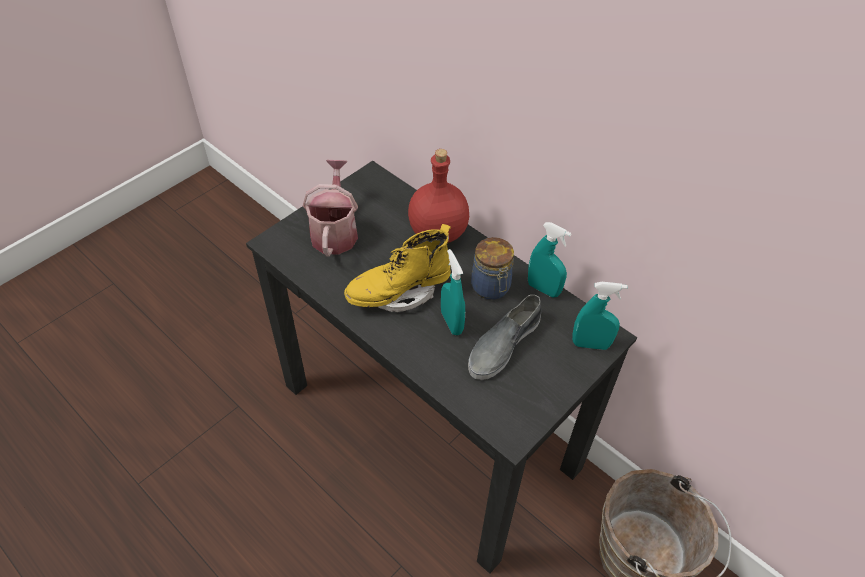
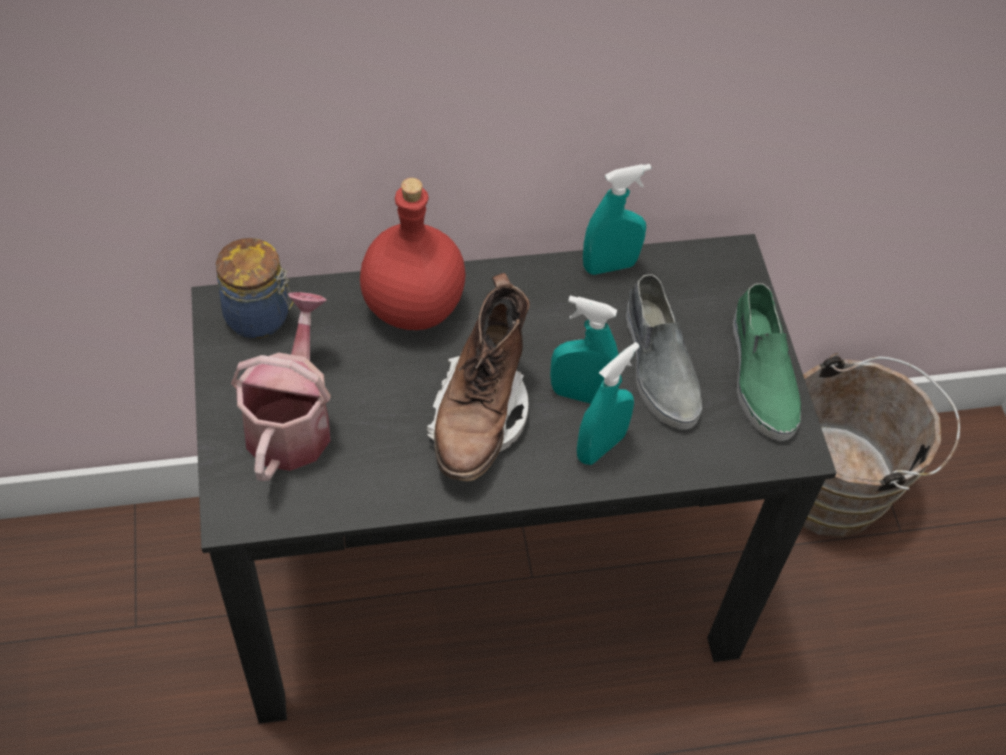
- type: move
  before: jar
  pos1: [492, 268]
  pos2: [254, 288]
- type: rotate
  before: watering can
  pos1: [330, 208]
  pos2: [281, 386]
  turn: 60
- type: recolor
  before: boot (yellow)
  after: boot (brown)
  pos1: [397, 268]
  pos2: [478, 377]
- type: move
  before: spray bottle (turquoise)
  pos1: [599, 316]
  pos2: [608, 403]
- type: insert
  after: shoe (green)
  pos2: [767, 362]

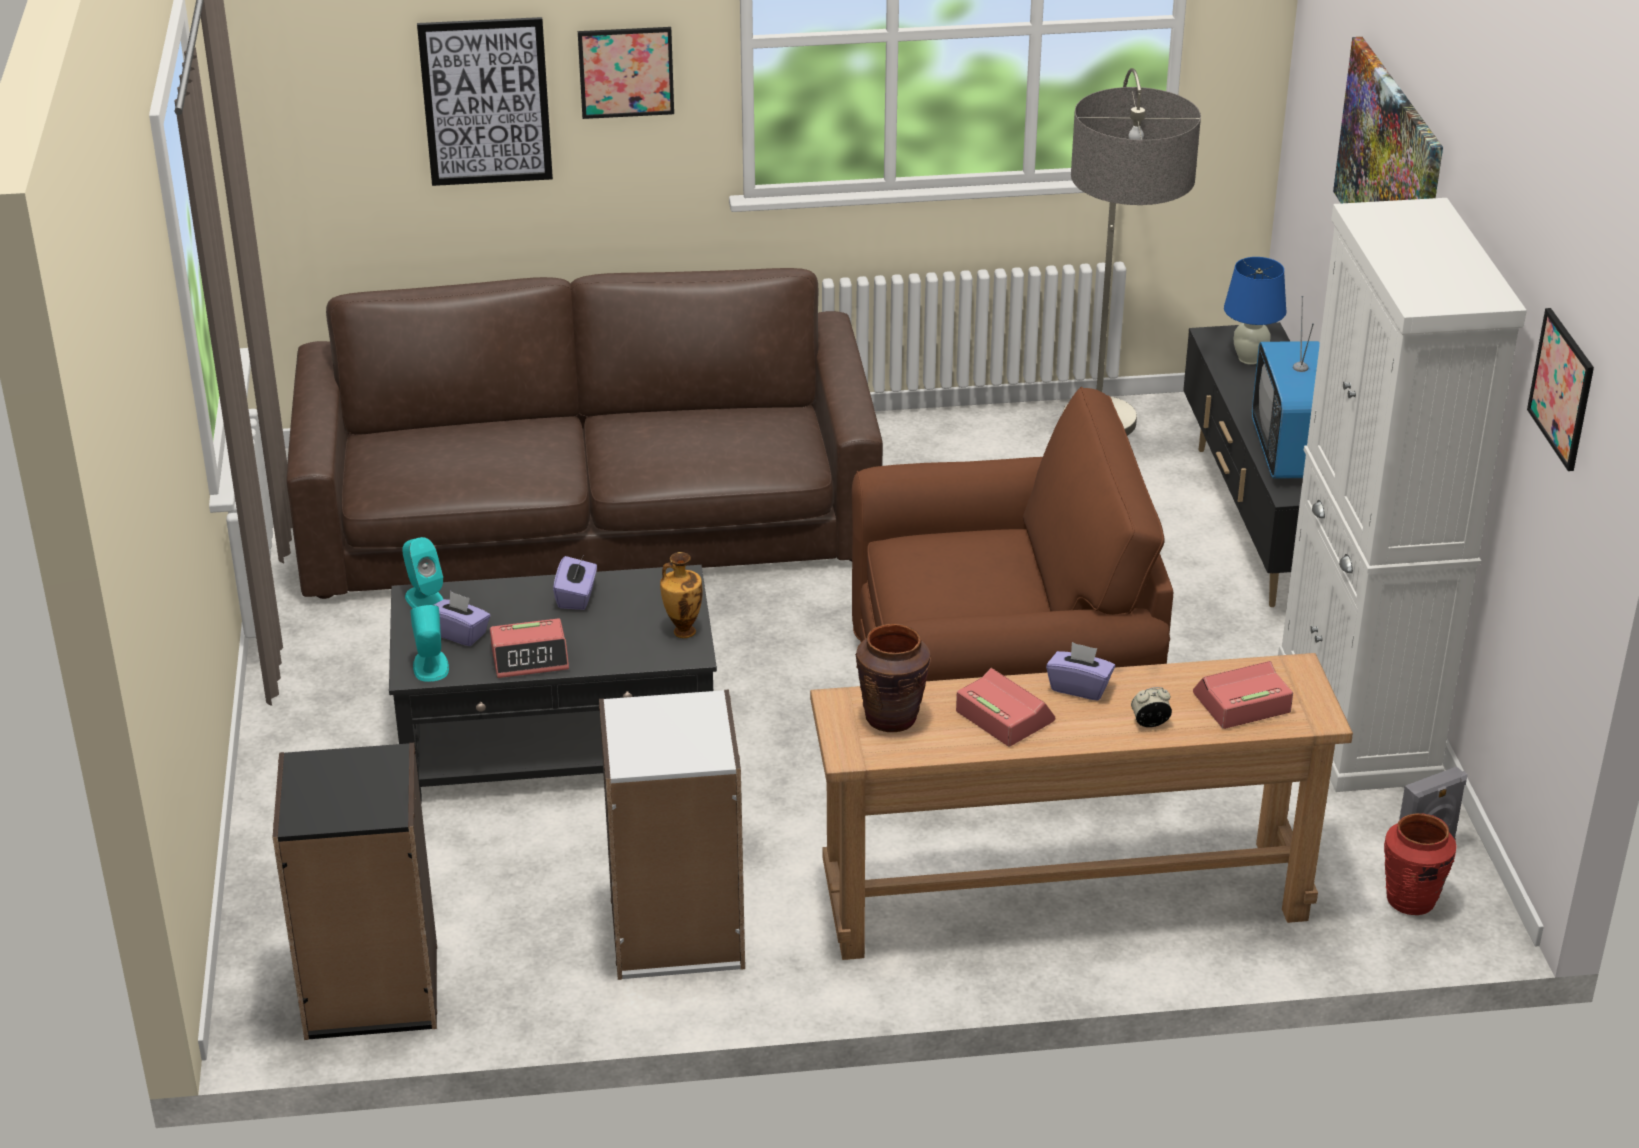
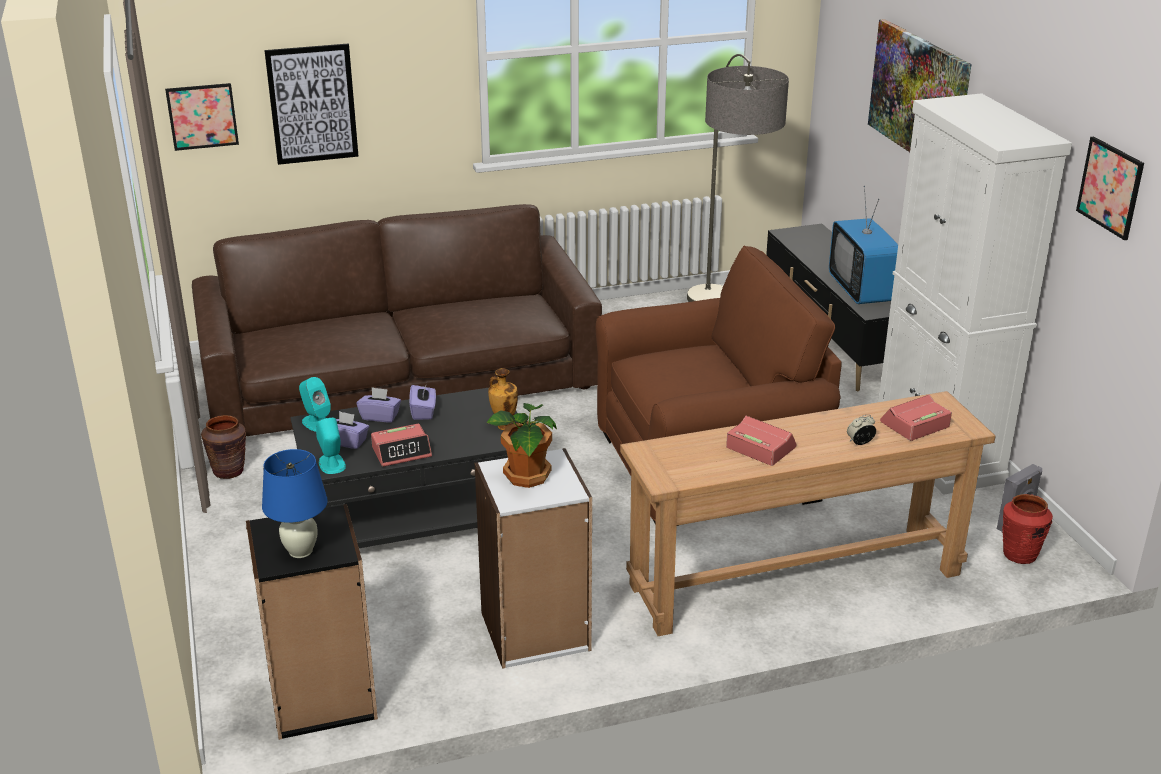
- type: move
  before: picture
  pos1: [626, 73]
  pos2: [202, 117]
- type: move
  before: vase (brown)
  pos1: [893, 678]
  pos2: [223, 447]
- type: move
  before: table lamp (blue)
  pos1: [1255, 311]
  pos2: [295, 503]
- type: move
  before: tissue box (purple)
  pos1: [1080, 671]
  pos2: [378, 405]
- type: insert
  after: potted plant
  pos2: [521, 445]

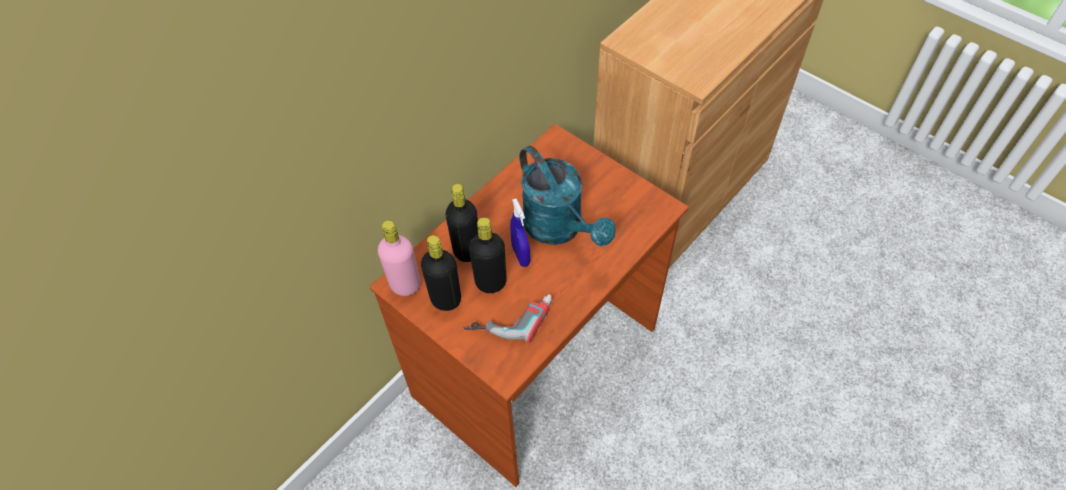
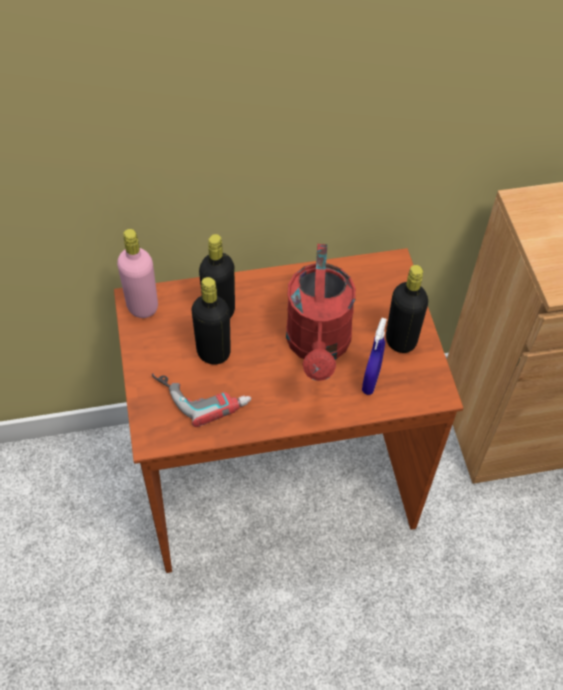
- type: recolor
  before: watering can (turquoise)
  after: watering can (red)
  pos1: [567, 196]
  pos2: [321, 312]
- type: move
  before: spray bottle (blue)
  pos1: [520, 232]
  pos2: [374, 356]
- type: move
  before: bottle (black)
  pos1: [441, 273]
  pos2: [407, 309]

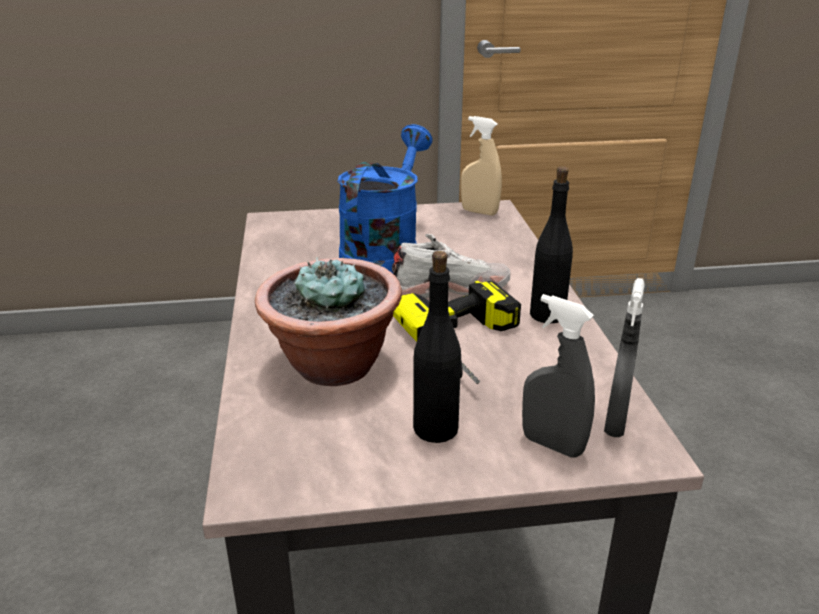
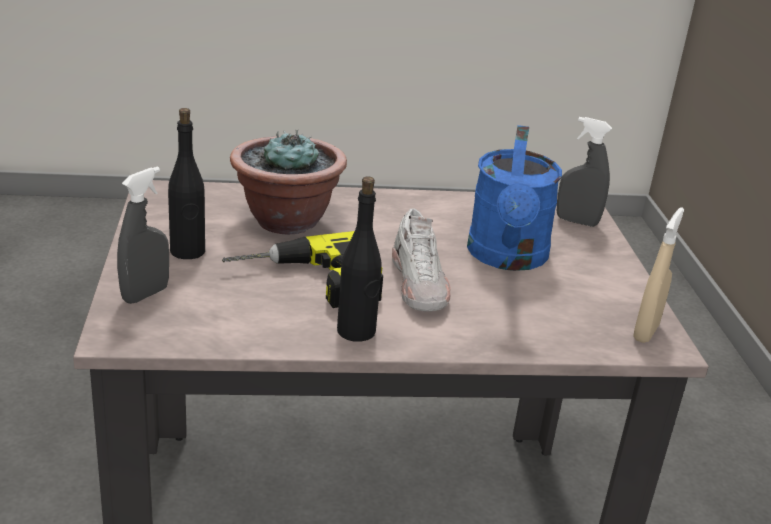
- type: rotate
  before: watering can (blue)
  pos1: [385, 198]
  pos2: [514, 198]
  turn: 75
- type: move
  before: spray bottle (grey)
  pos1: [624, 357]
  pos2: [584, 172]

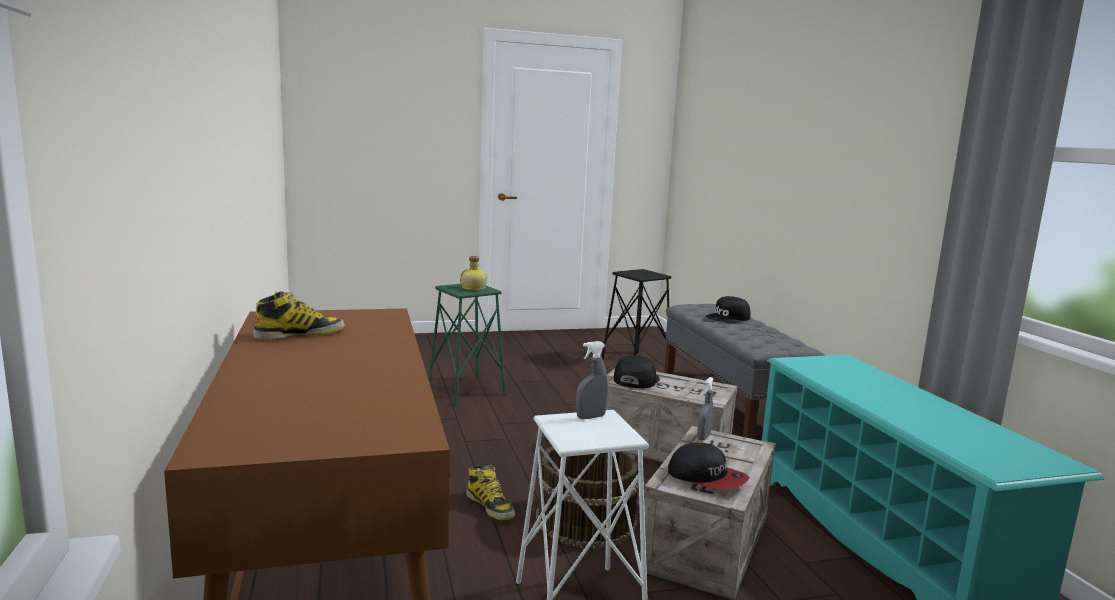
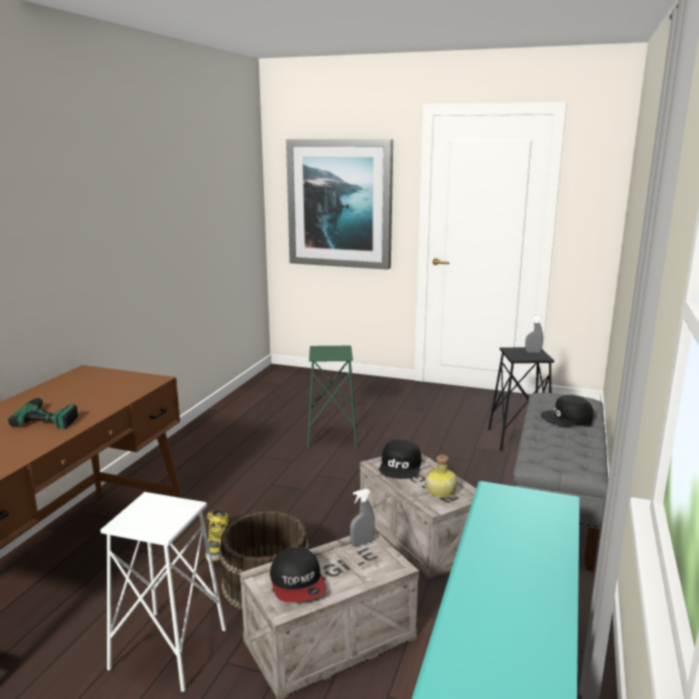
- type: insert
  after: power drill
  pos2: [43, 412]
- type: insert
  after: picture
  pos2: [339, 204]
- type: rotate
  before: cap (black)
  pos1: [637, 372]
  pos2: [400, 459]
  turn: 135
- type: move
  before: bottle
  pos1: [473, 273]
  pos2: [441, 476]
- type: move
  before: spray bottle (grey)
  pos1: [592, 380]
  pos2: [534, 334]
- type: delete
  before: boot
  pos1: [299, 315]

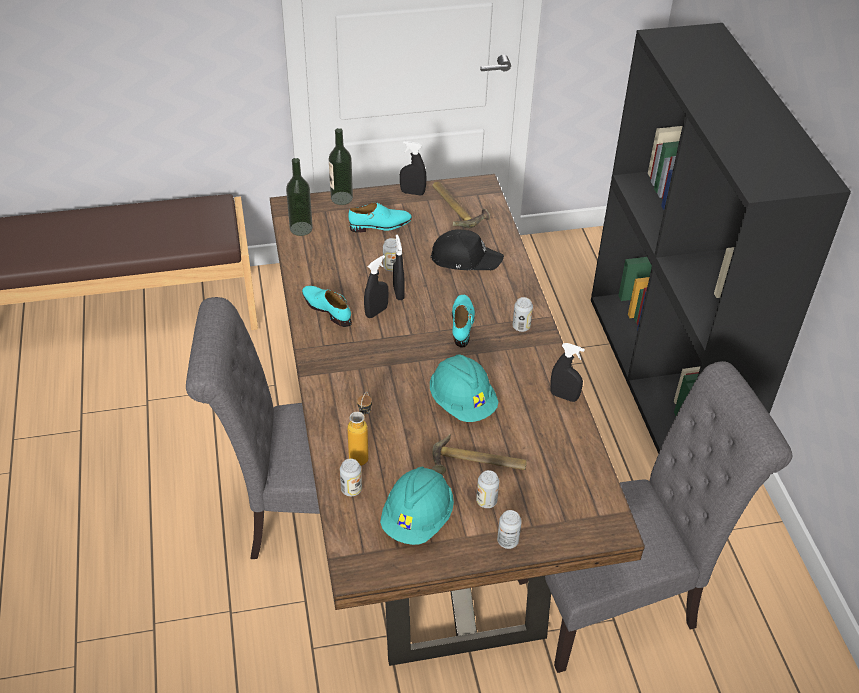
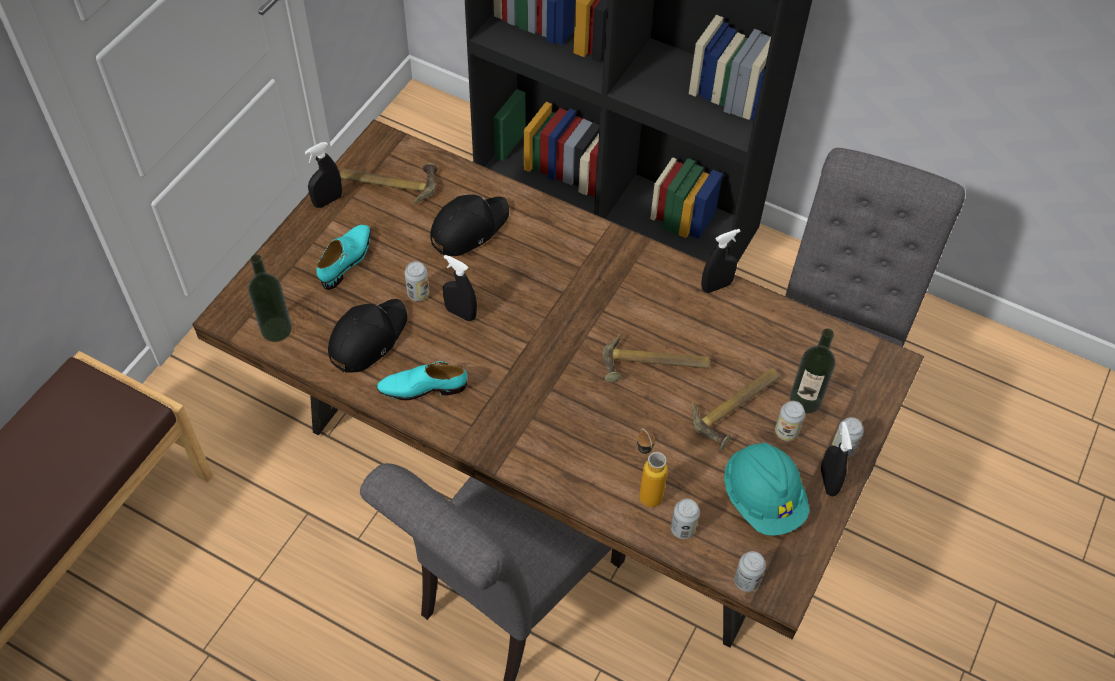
- type: insert
  after: cap (black)
  pos2: [367, 336]
- type: replace
  before: hard hat (turquoise)
  after: hammer
  pos1: [464, 388]
  pos2: [656, 358]
- type: move
  before: can
  pos1: [523, 314]
  pos2: [750, 571]
- type: move
  before: bottle
  pos1: [341, 166]
  pos2: [812, 371]
- type: move
  before: spray bottle (black)
  pos1: [376, 286]
  pos2: [836, 459]
- type: delete
  before: shoe (turquoise)
  pos1: [463, 321]

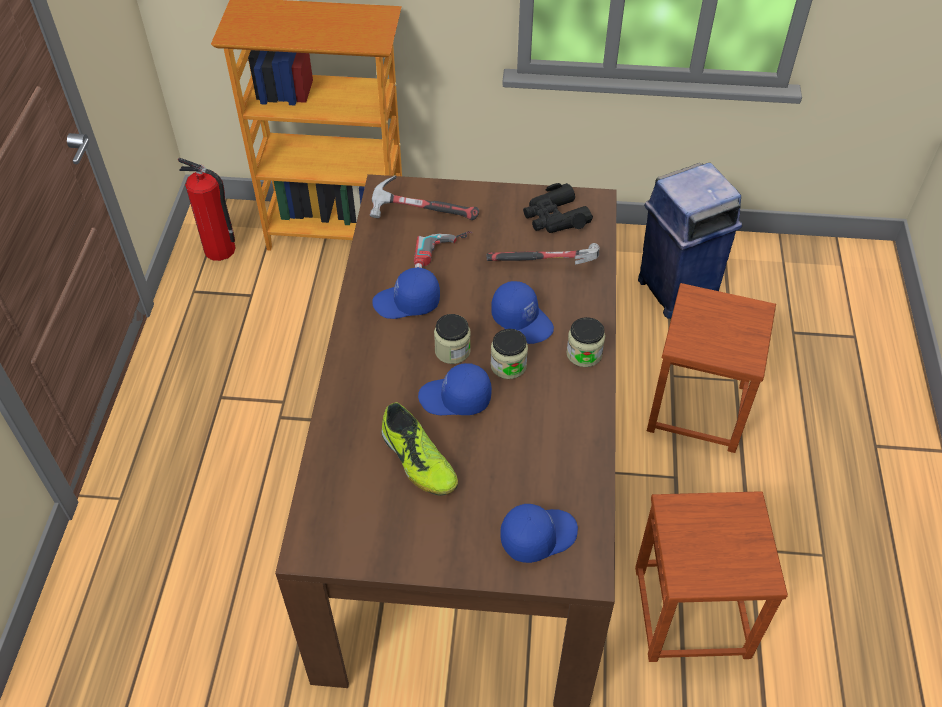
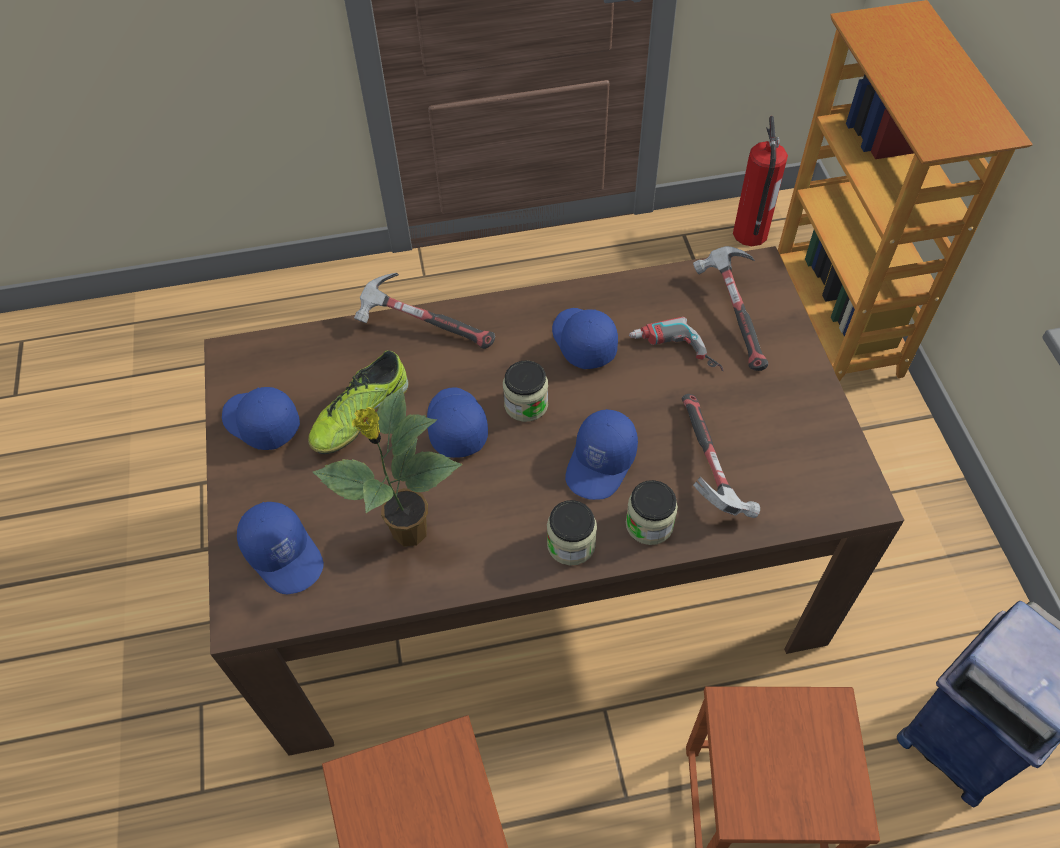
- type: insert
  after: cap (blue)
  pos2: [261, 418]
- type: insert
  after: potted plant
  pos2: [387, 467]
- type: insert
  after: hammer
  pos2: [424, 311]
- type: move
  before: jar
  pos1: [509, 354]
  pos2: [652, 512]
- type: delete
  before: binoculars (black)
  pos1: [558, 208]

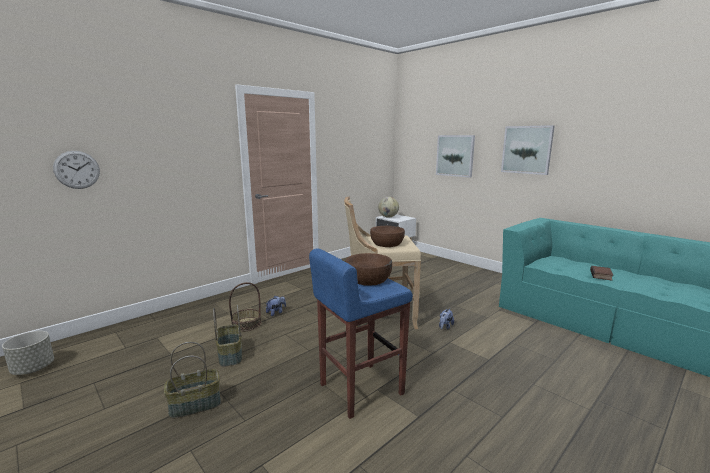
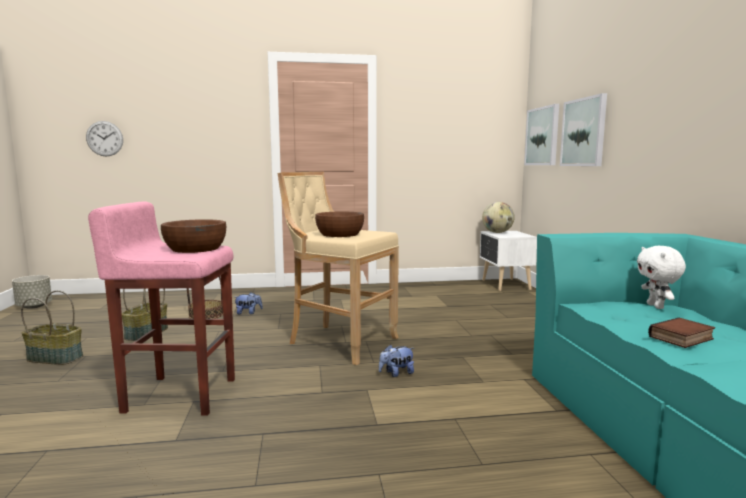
- type: recolor
  before: stool (blue)
  after: stool (pink)
  pos1: [361, 334]
  pos2: [161, 308]
- type: move
  before: picture
  pos1: [528, 150]
  pos2: [541, 134]
- type: insert
  after: plush toy (white)
  pos2: [661, 277]

